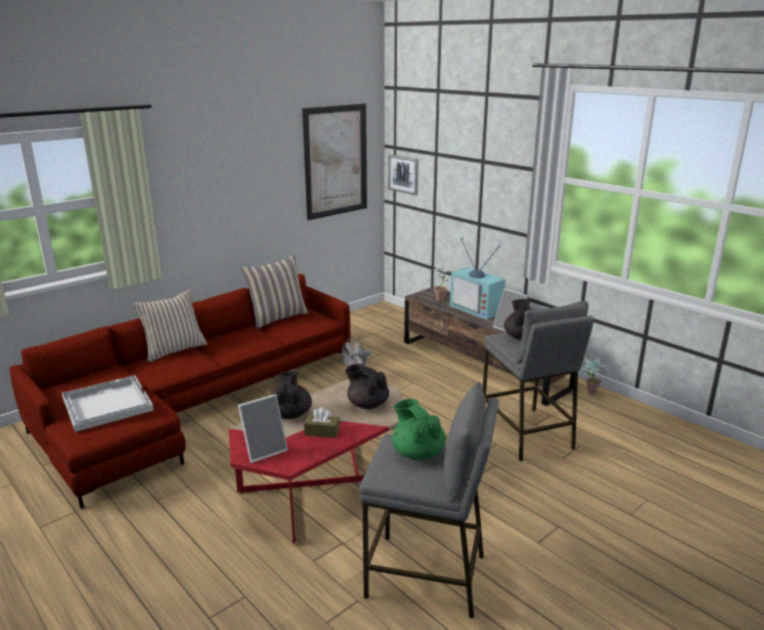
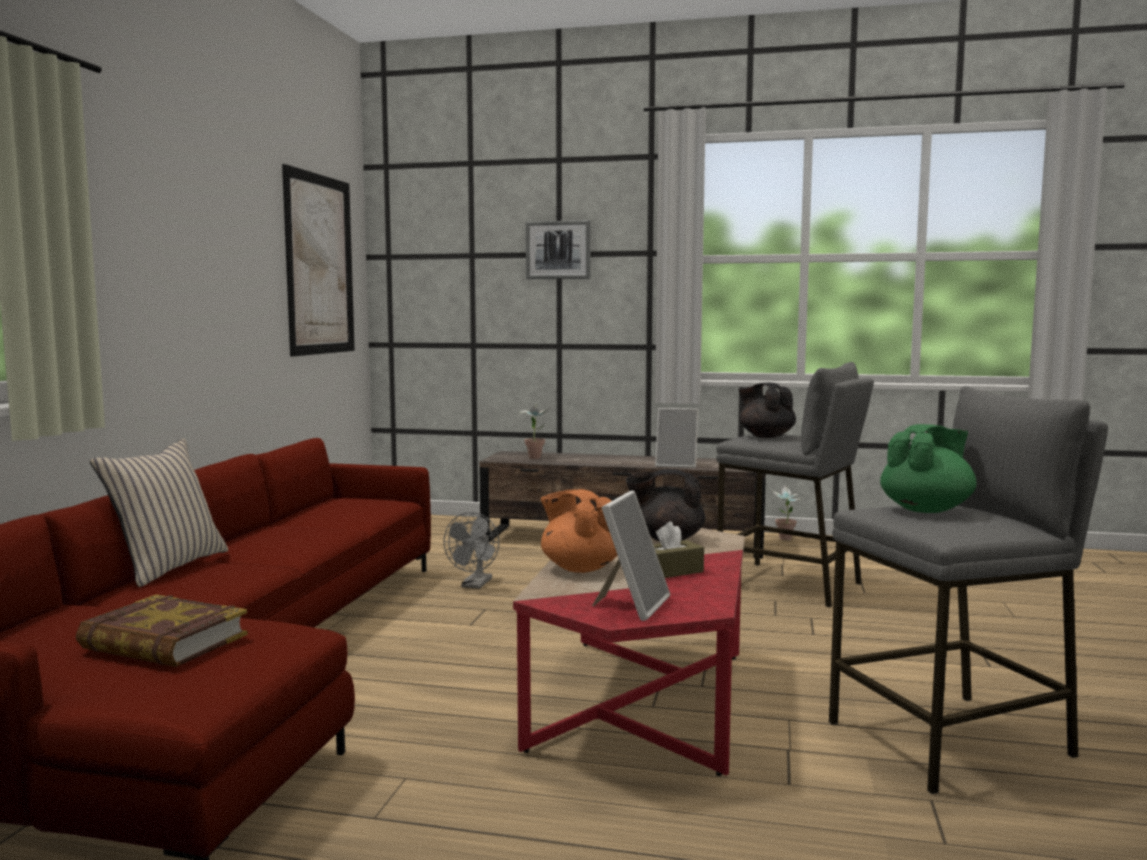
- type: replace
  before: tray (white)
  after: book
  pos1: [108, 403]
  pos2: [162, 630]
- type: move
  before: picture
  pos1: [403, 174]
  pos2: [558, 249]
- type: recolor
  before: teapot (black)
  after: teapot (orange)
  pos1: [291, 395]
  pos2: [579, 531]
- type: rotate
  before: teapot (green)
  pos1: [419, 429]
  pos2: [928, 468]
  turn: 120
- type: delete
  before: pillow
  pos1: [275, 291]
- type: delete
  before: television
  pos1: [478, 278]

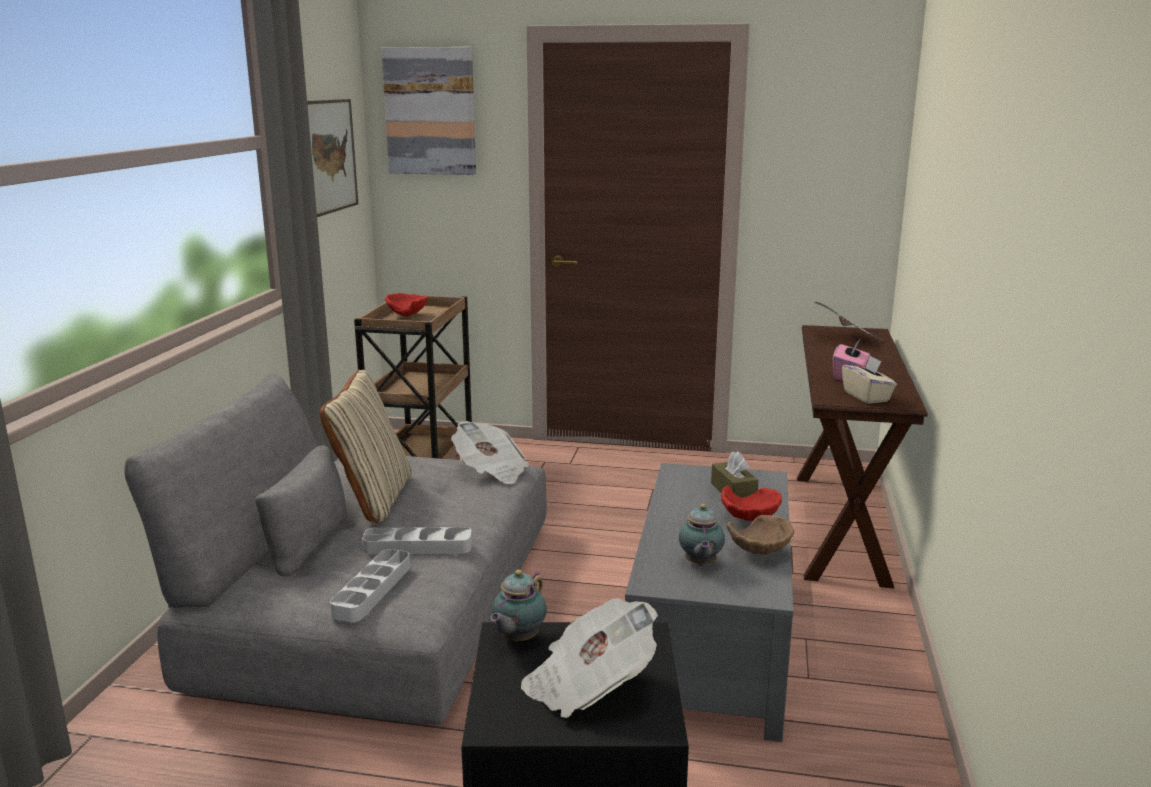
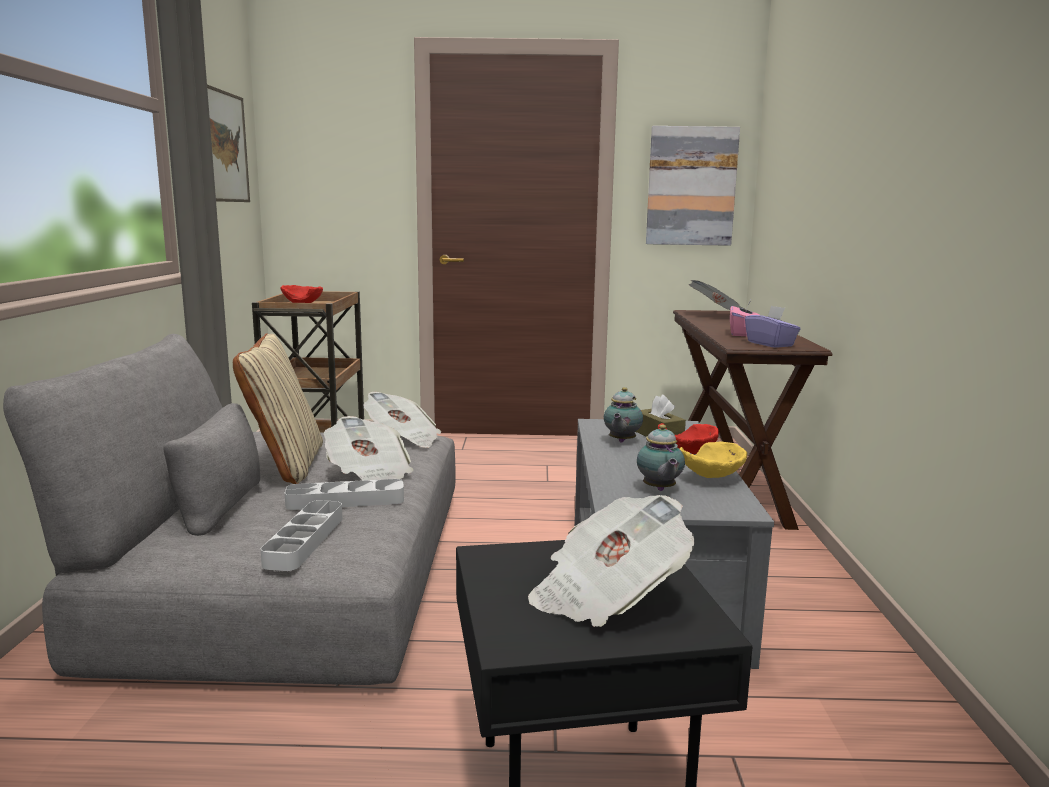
- type: insert
  after: newspaper
  pos2: [368, 448]
- type: move
  before: teapot
  pos1: [518, 606]
  pos2: [623, 415]
- type: move
  before: picture
  pos1: [428, 111]
  pos2: [693, 186]
- type: recolor
  before: bowl (brown)
  after: bowl (yellow)
  pos1: [760, 535]
  pos2: [713, 460]
- type: recolor
  before: tissue box (beige)
  after: tissue box (purple)
  pos1: [869, 379]
  pos2: [773, 326]

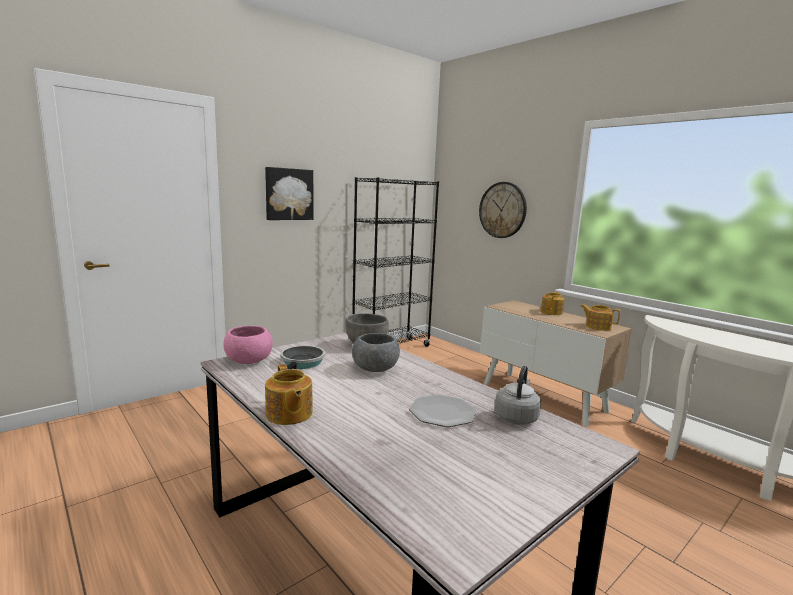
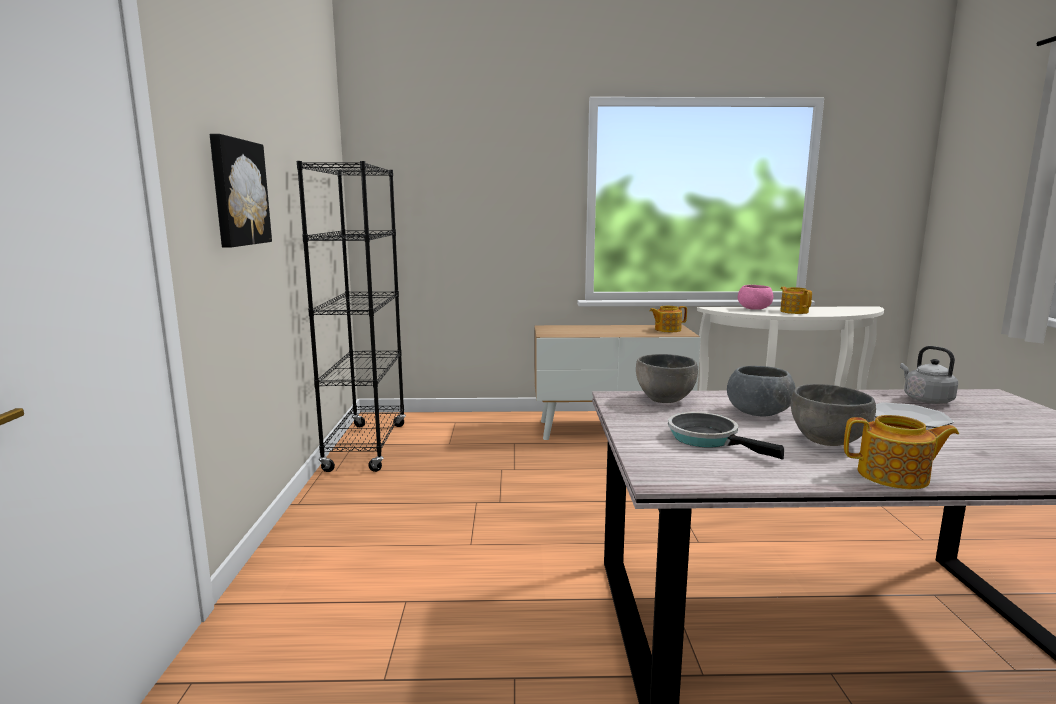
- type: move
  before: bowl (pink)
  pos1: [248, 345]
  pos2: [755, 297]
- type: move
  before: teapot
  pos1: [553, 303]
  pos2: [796, 300]
- type: insert
  after: bowl (grey)
  pos2: [833, 415]
- type: delete
  before: wall clock
  pos1: [503, 210]

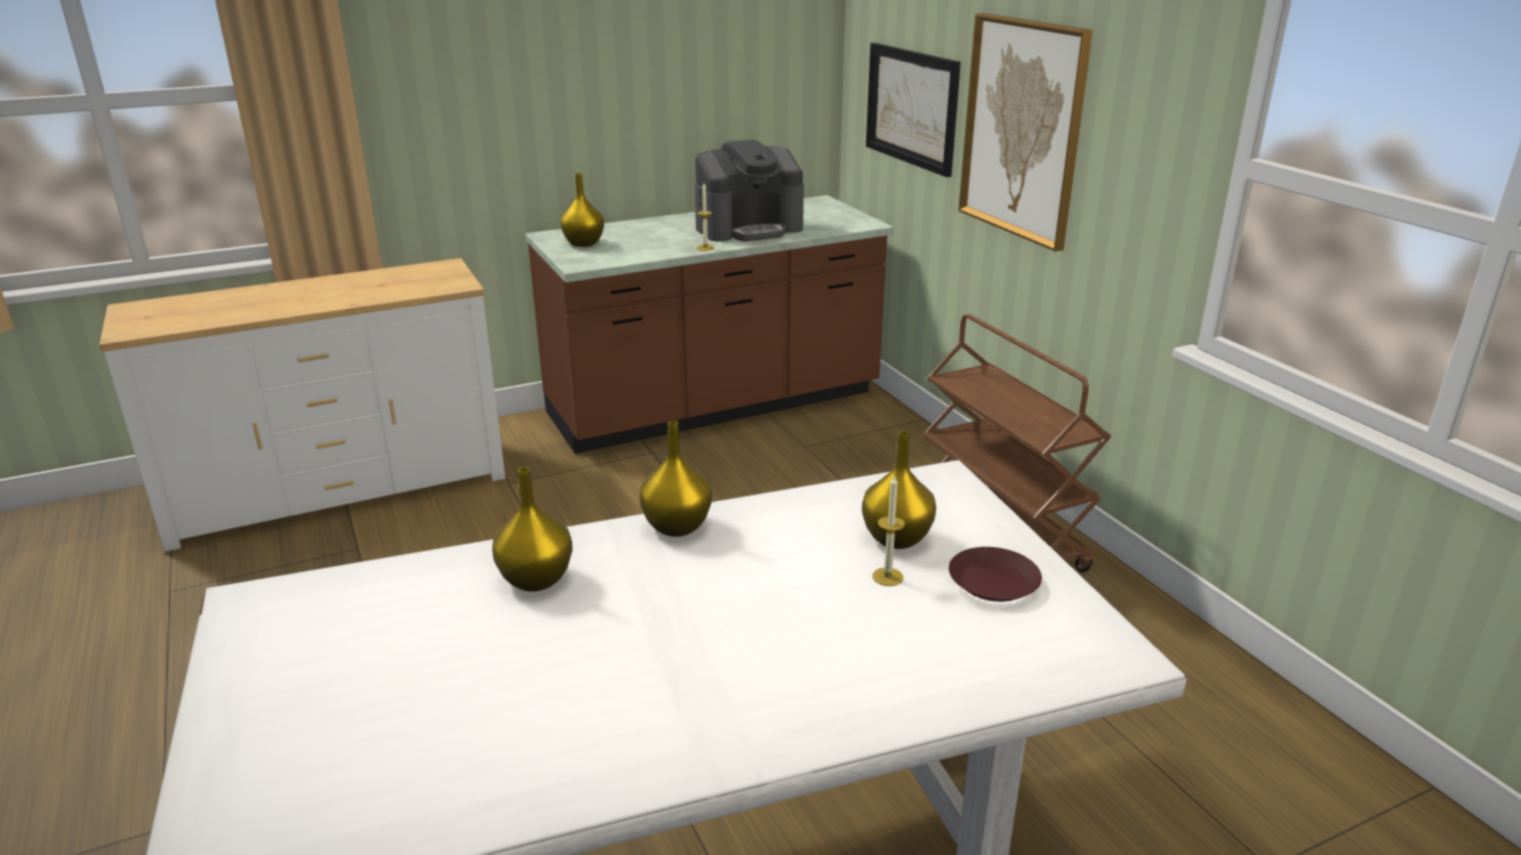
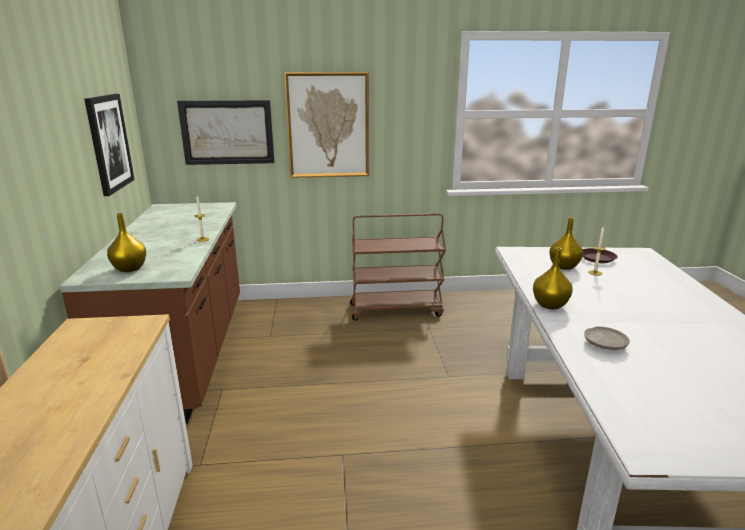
- type: insert
  after: picture
  pos2: [109, 145]
- type: replace
  before: vase (yellow)
  after: plate (beige)
  pos1: [532, 529]
  pos2: [607, 338]
- type: delete
  before: coffee machine
  pos1: [749, 190]

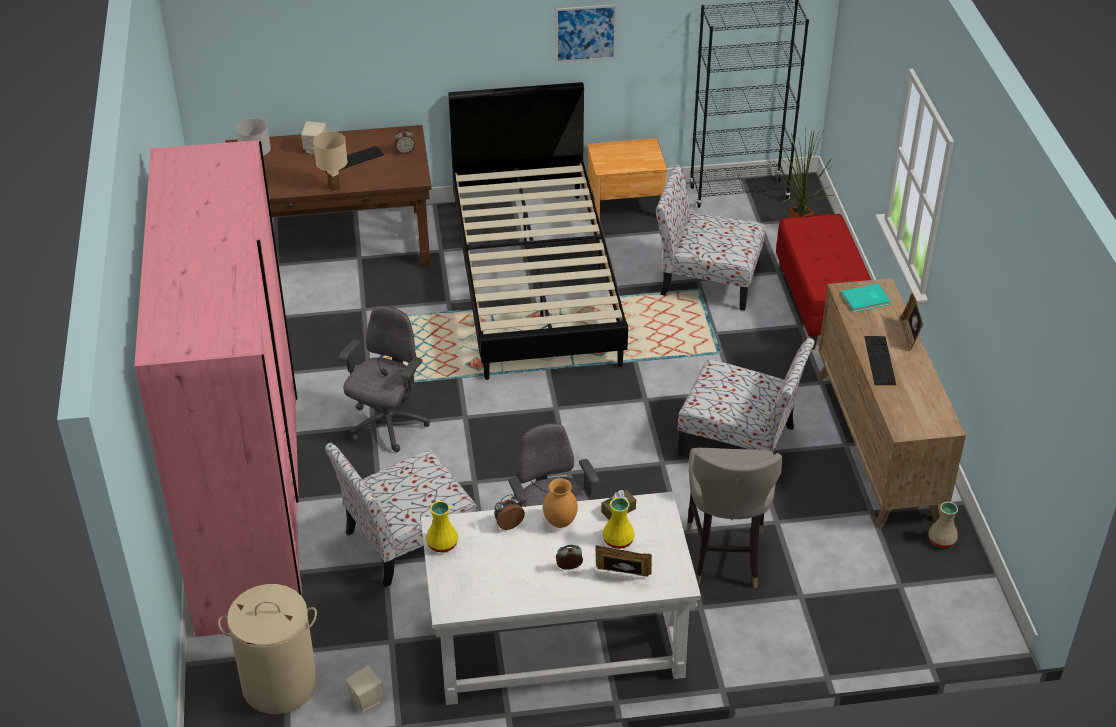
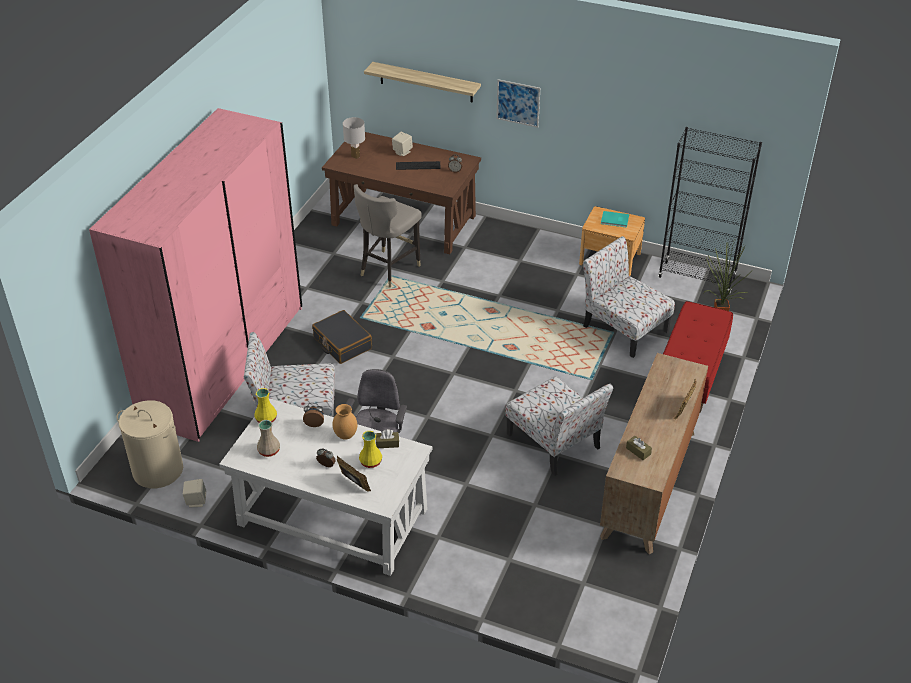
- type: move
  before: vase (beige)
  pos1: [943, 524]
  pos2: [268, 438]
- type: replace
  before: office chair (grey)
  after: suitcase (black)
  pos1: [384, 379]
  pos2: [342, 337]
- type: move
  before: stool (grey)
  pos1: [734, 518]
  pos2: [388, 236]
- type: insert
  after: shelf
  pos2: [422, 82]
- type: move
  before: picture
  pos1: [586, 33]
  pos2: [518, 103]
- type: move
  before: book (turquoise)
  pos1: [866, 298]
  pos2: [615, 219]
- type: insert
  after: tissue box (brown)
  pos2: [639, 448]
- type: delete
  before: table lamp (beige)
  pos1: [330, 161]
- type: delete
  before: bed (black)
  pos1: [538, 231]
- type: delete
  before: keyboard
  pos1: [880, 360]

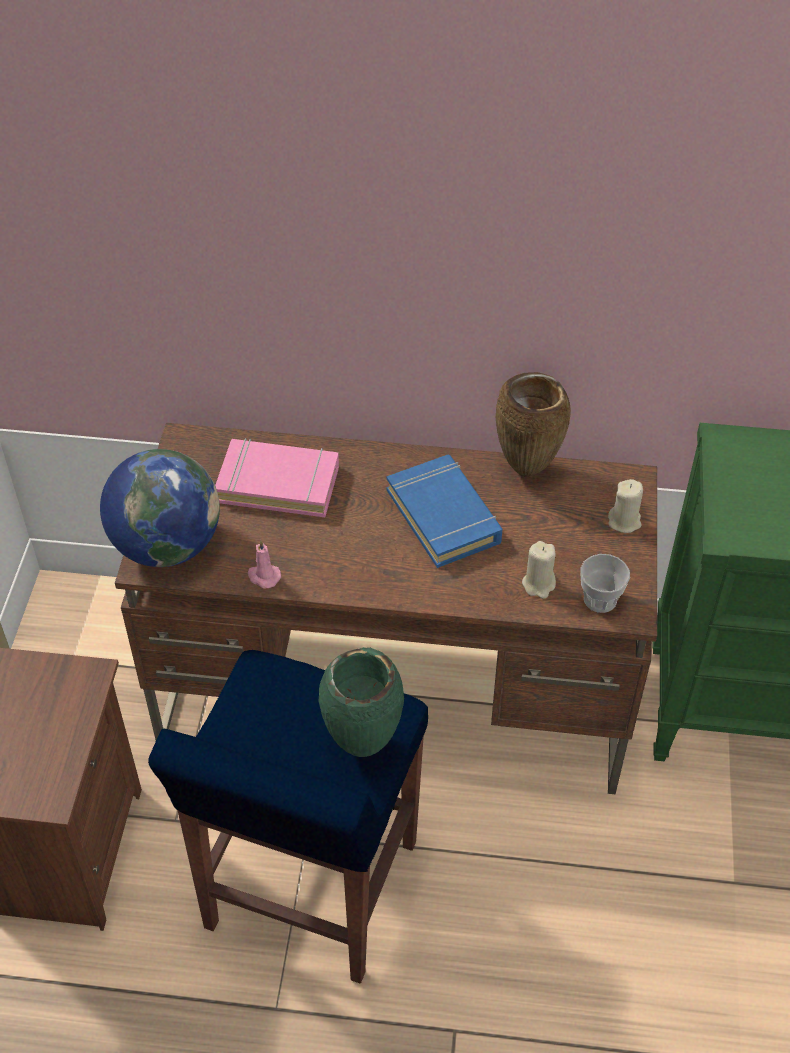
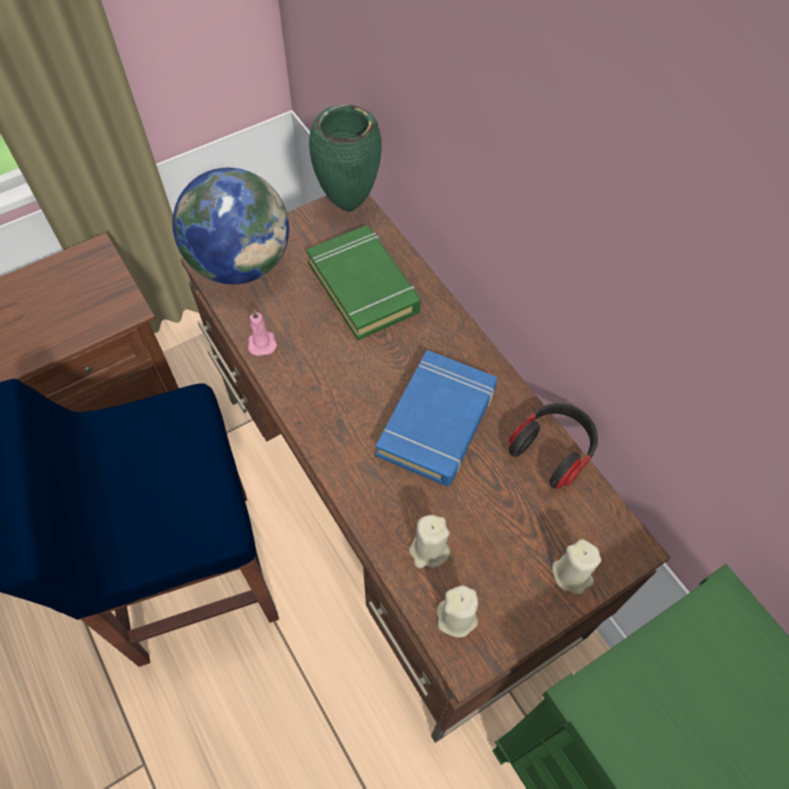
- type: recolor
  before: book (pink)
  after: book (green)
  pos1: [277, 477]
  pos2: [363, 282]
- type: move
  before: vase (green)
  pos1: [361, 702]
  pos2: [345, 157]
- type: replace
  before: cup
  after: candle (beige)
  pos1: [605, 583]
  pos2: [457, 612]
- type: replace
  before: vase (brown)
  after: headphones
  pos1: [533, 424]
  pos2: [553, 446]

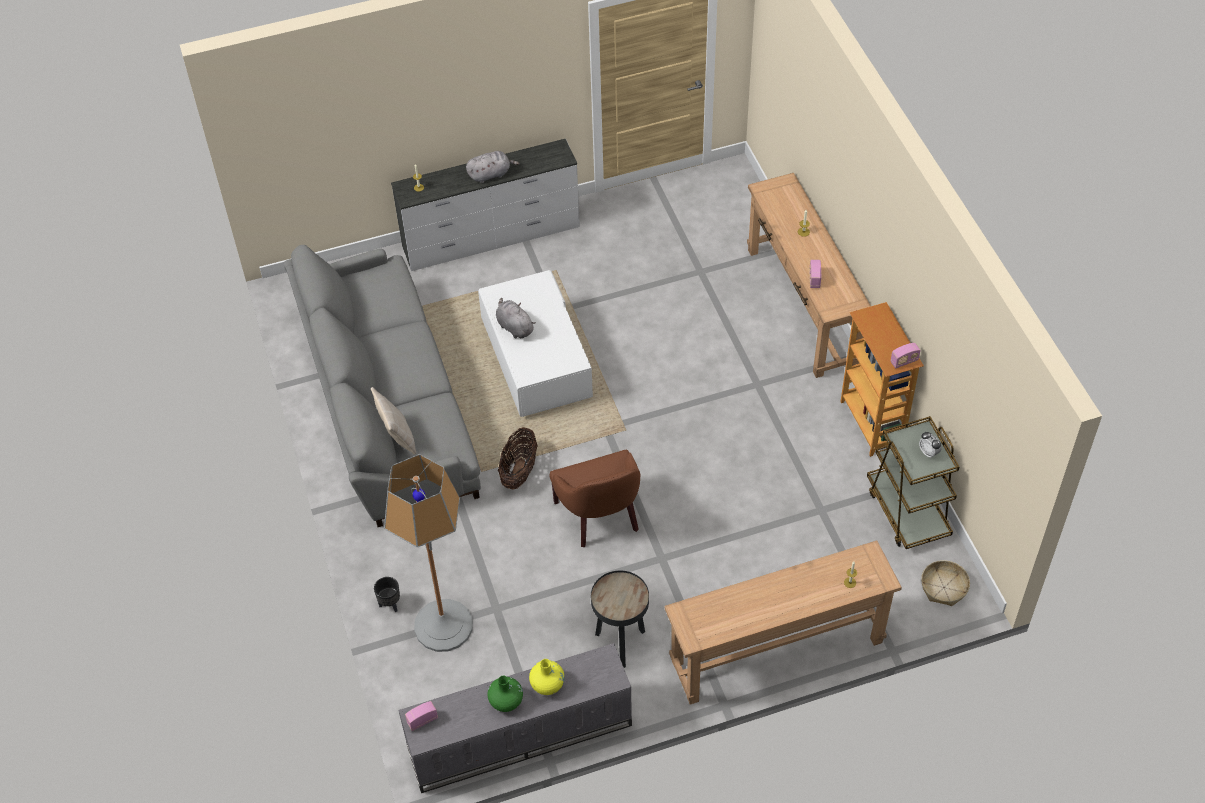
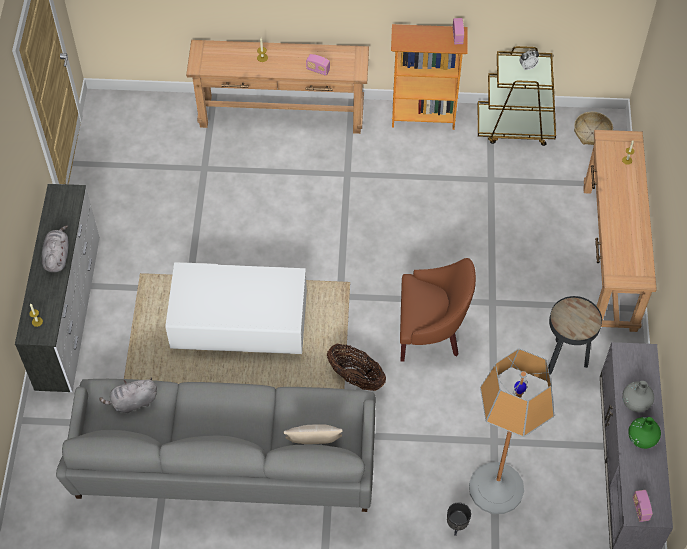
- type: move
  before: plush toy (grey)
  pos1: [516, 318]
  pos2: [128, 395]
- type: recolor
  before: vase (yellow)
  after: vase (grey)
  pos1: [547, 677]
  pos2: [638, 396]

